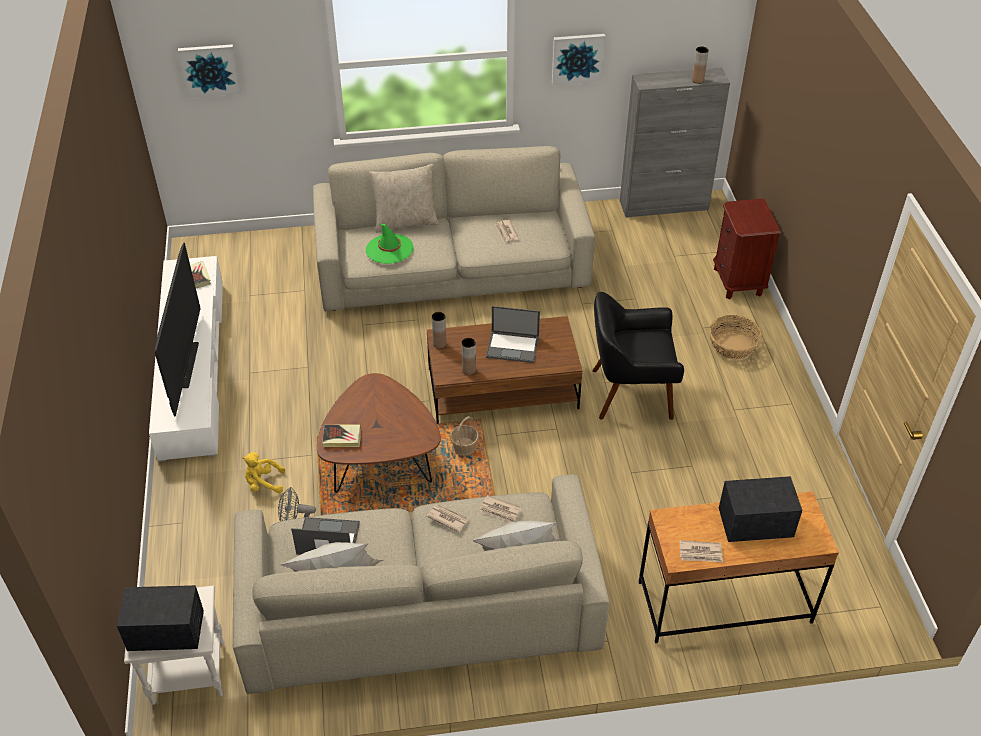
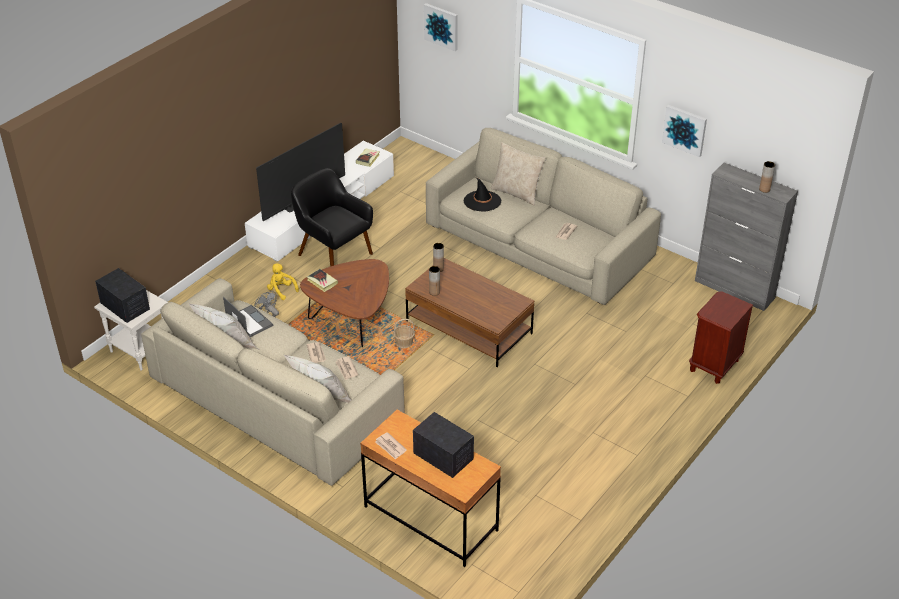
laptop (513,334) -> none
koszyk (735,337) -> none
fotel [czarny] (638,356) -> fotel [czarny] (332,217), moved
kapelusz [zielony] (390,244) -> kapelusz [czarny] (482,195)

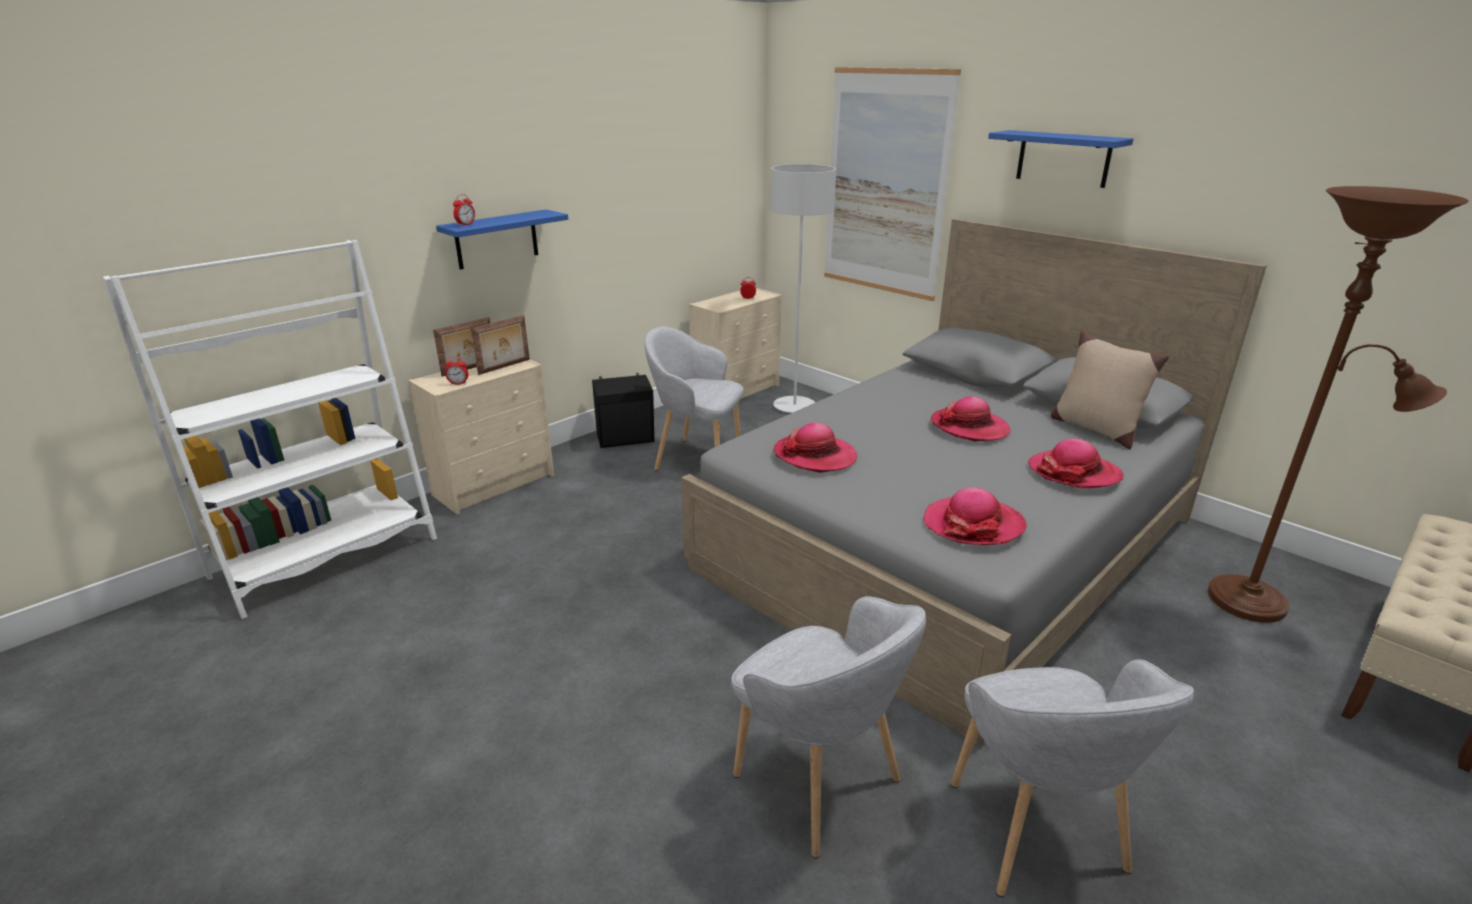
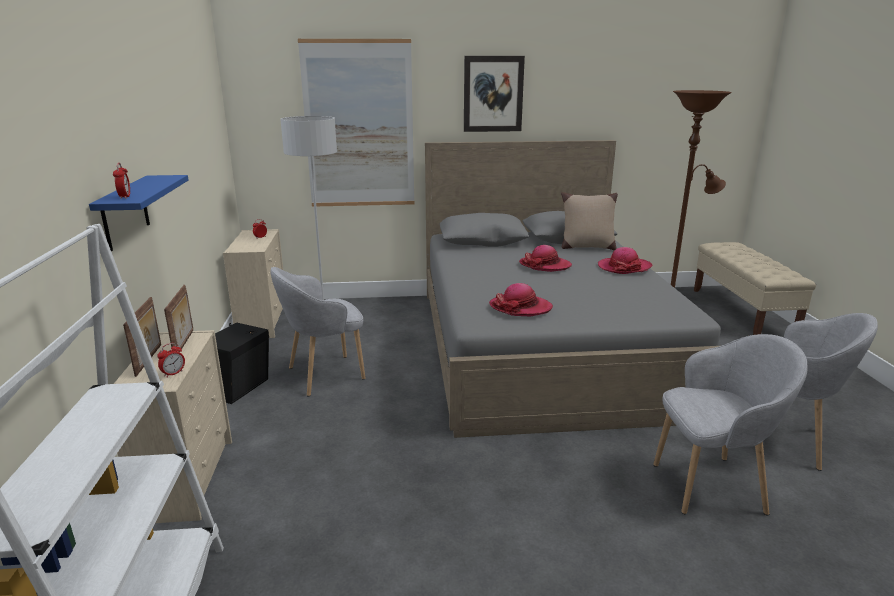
kapelusz (975,516) -> none
półka [niebieski] (1060,159) -> obraz (494,94)

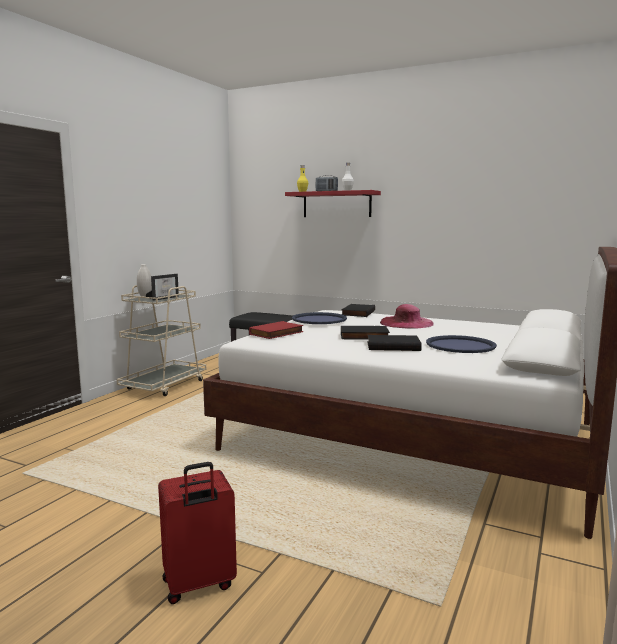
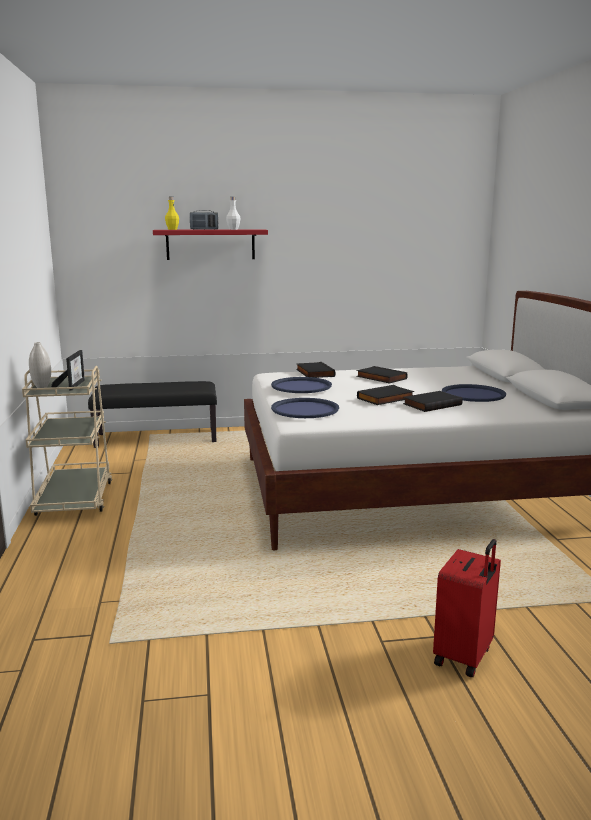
książka [czerwony] (276,330) -> taca [niebieski] (305,408)
kapelusz [różowy] (407,316) -> książka [czarny] (382,375)

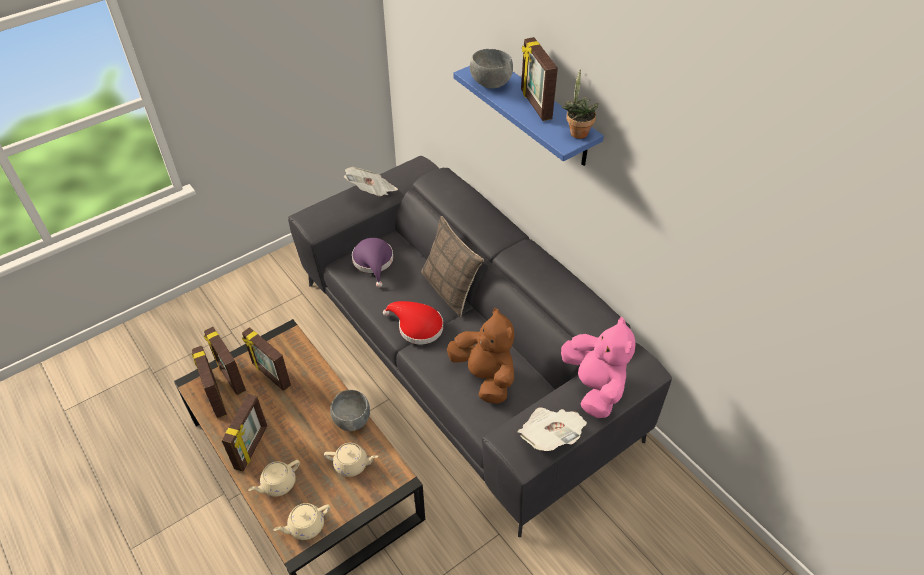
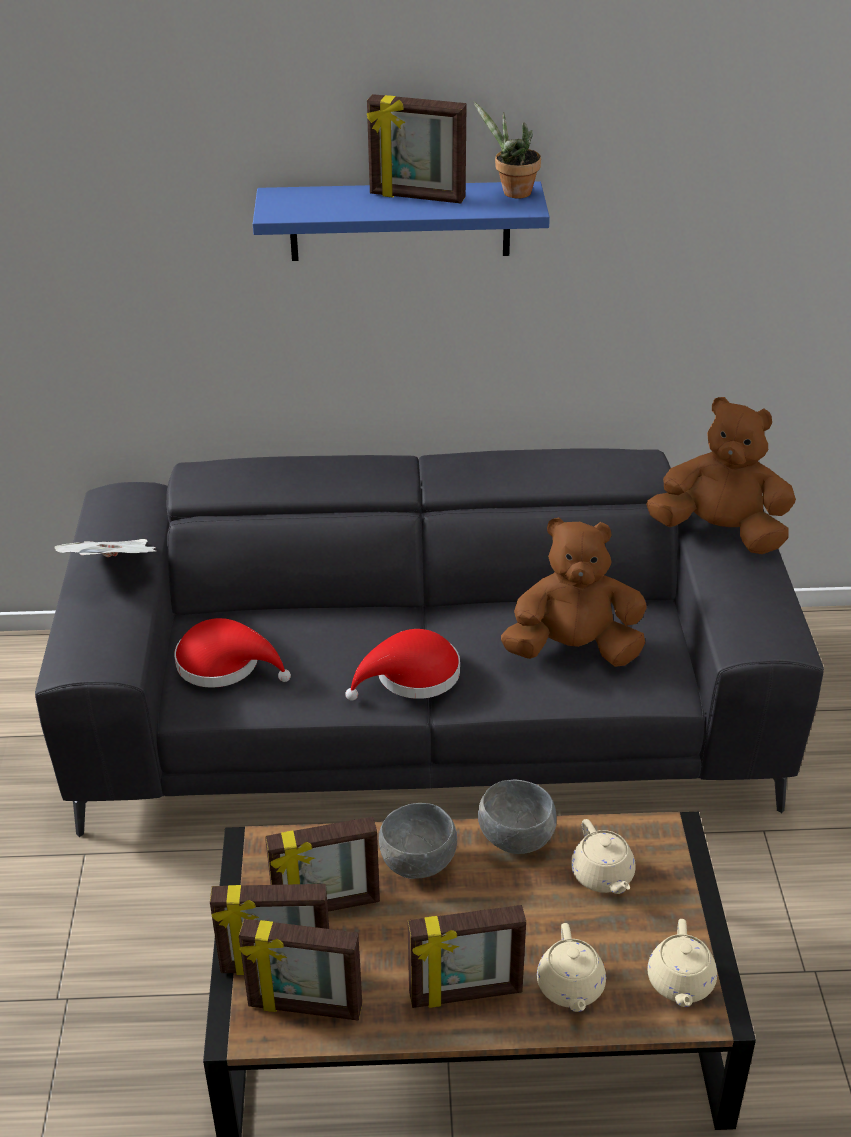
poduszka (452,266) -> none
gazeta (552,429) -> none
miska [szary] (491,69) -> miska [szary] (418,841), moved
kapelusz [fioletowy] (372,263) -> kapelusz [czerwony] (232,653)
pluszak [różowy] (598,367) -> pluszak [brązowy] (721,475)
ramka na zdjęcie (244,432) -> ramka na zdjęcie (466,956), 120 degrees clockwise
imbryk [beżowy] (351,460) -> imbryk [beżowy] (603,856), 120 degrees clockwise

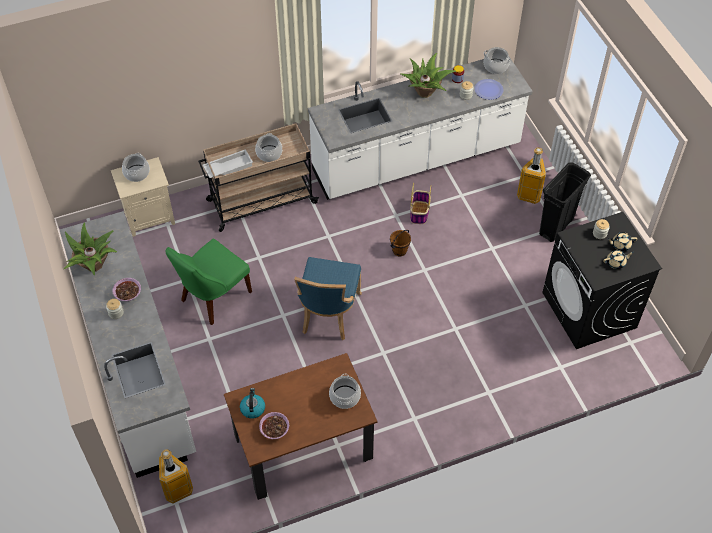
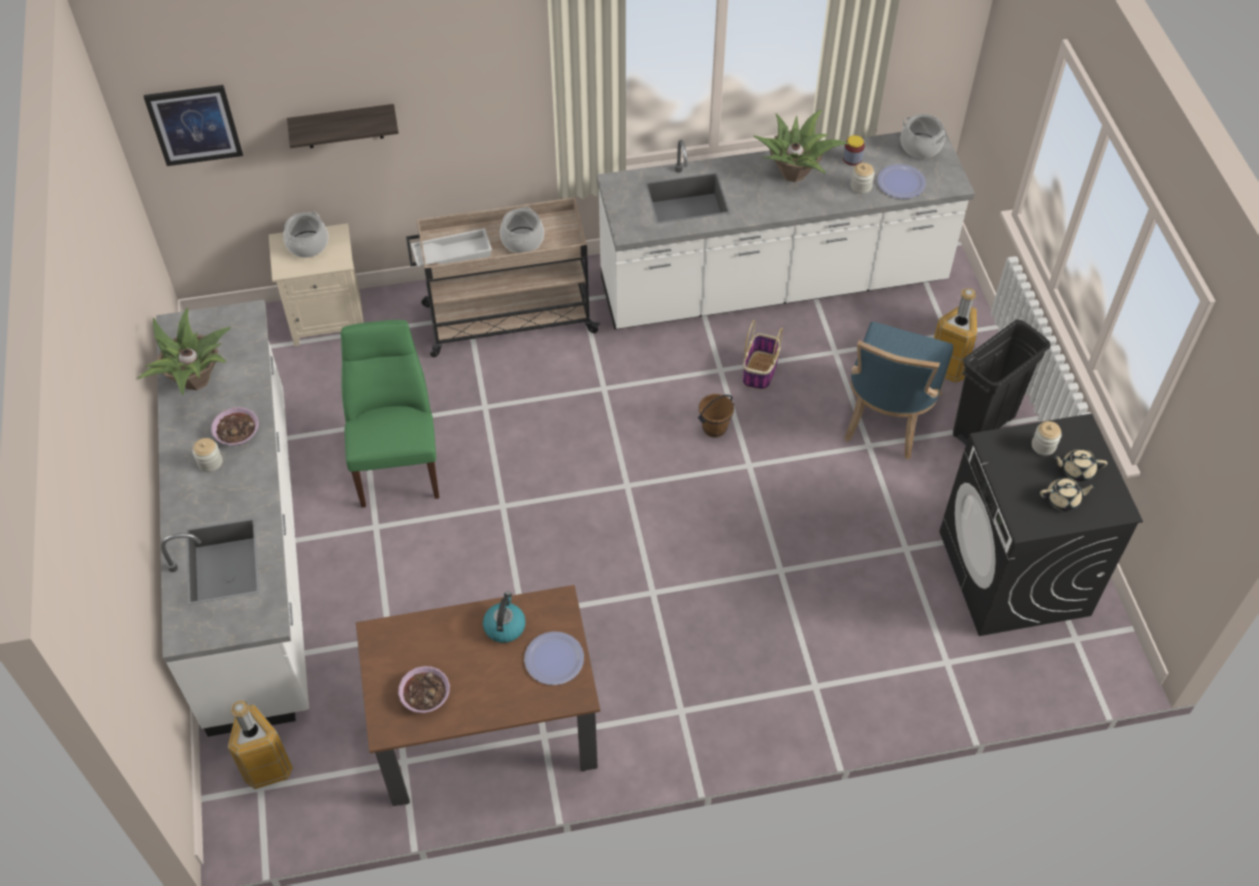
none -> obraz (193,125)
none -> półka (343,126)
czajnik (252,403) -> czajnik (504,617), moved
krzesło [niebieski] (328,298) -> krzesło [niebieski] (898,390), moved
garnek (345,391) -> talerz (554,658)
krzesło [zielony] (208,282) -> krzesło [zielony] (390,414), 120 degrees clockwise

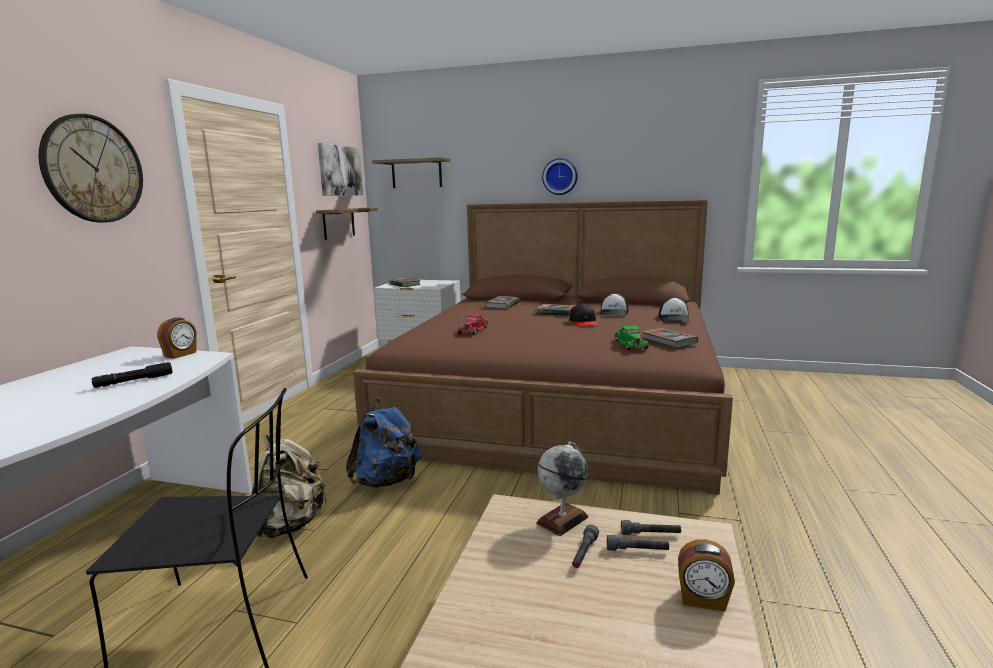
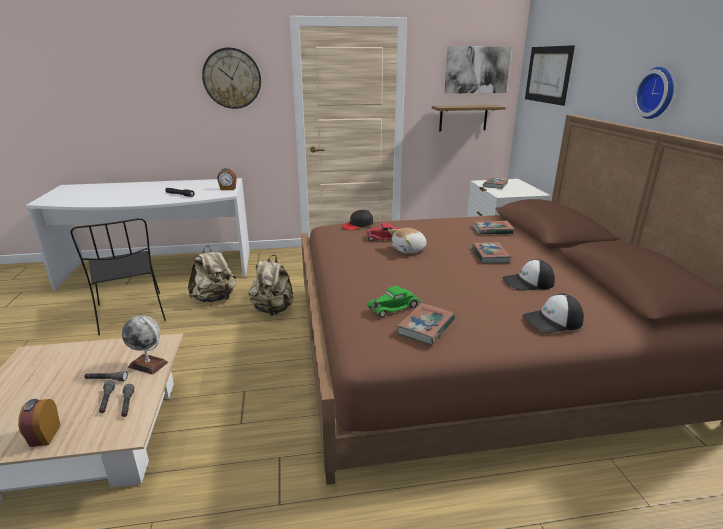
none -> pluszak (408,241)
czapka z daszkiem [czarny] (583,315) -> czapka z daszkiem [czarny] (357,219), moved
półka (411,172) -> obraz (550,75)
plecak [niebieski] (384,443) -> plecak [beżowy] (271,285)

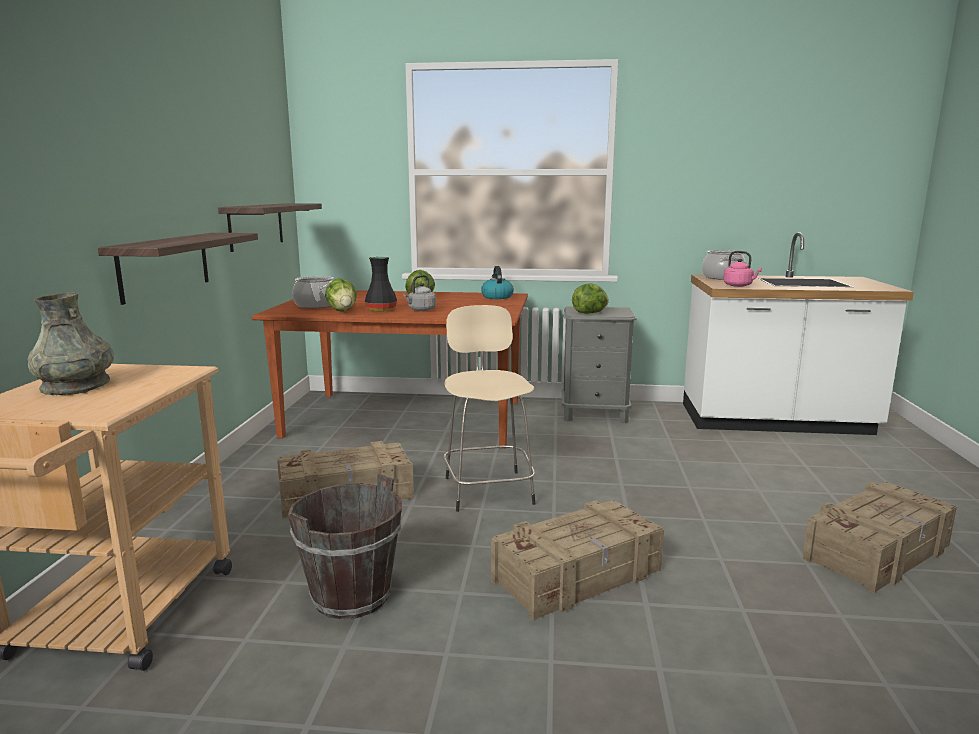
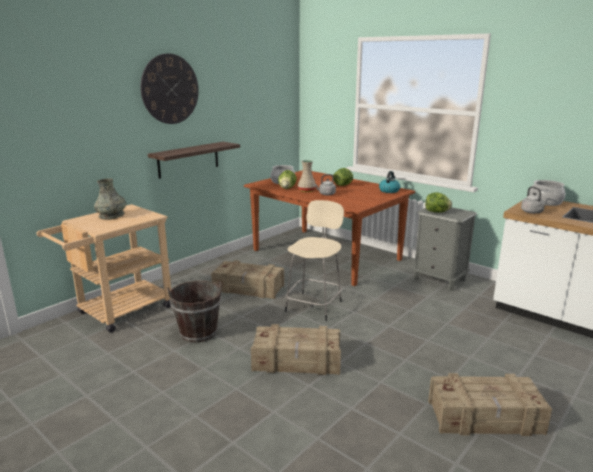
półka (270,227) -> none
none -> zegar ścienny (169,89)
wazon [czarny] (381,284) -> wazon [beżowy] (307,176)
czajnik [różowy] (742,269) -> czajnik [szary] (533,200)

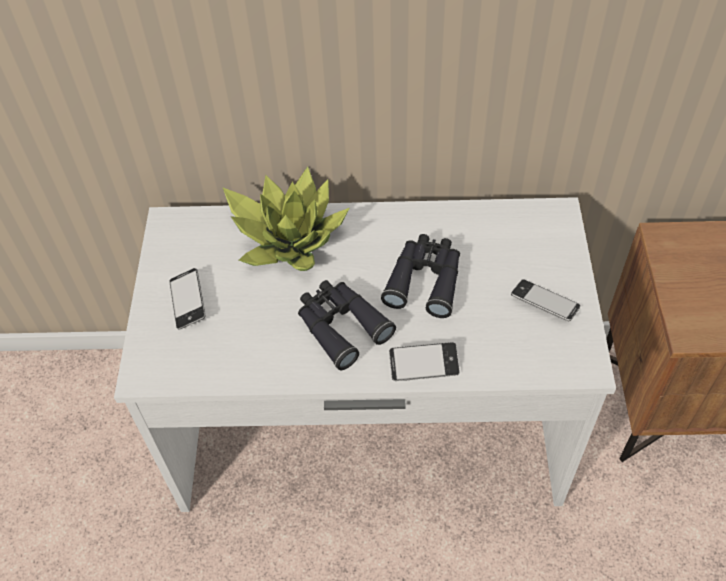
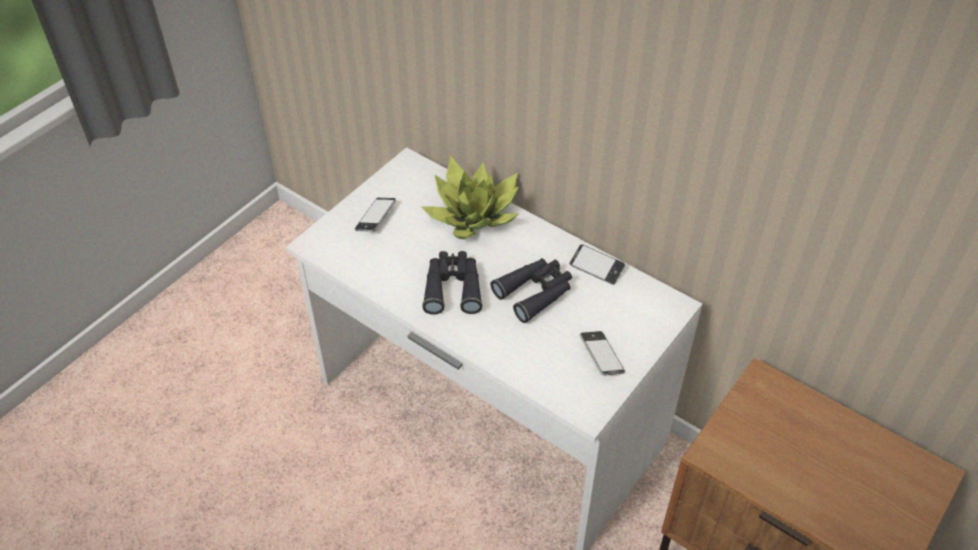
telefon (424,361) -> telefon (597,264), moved

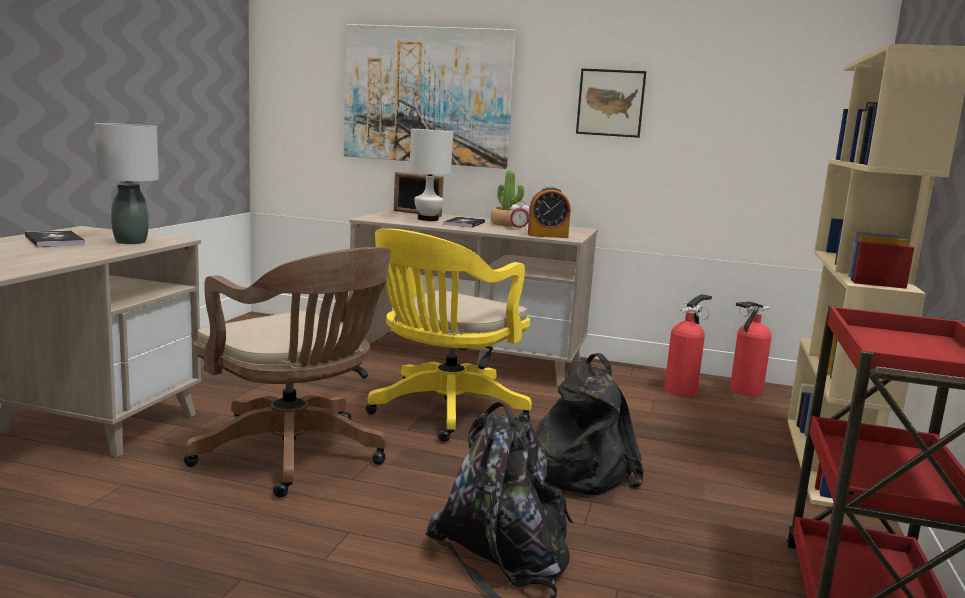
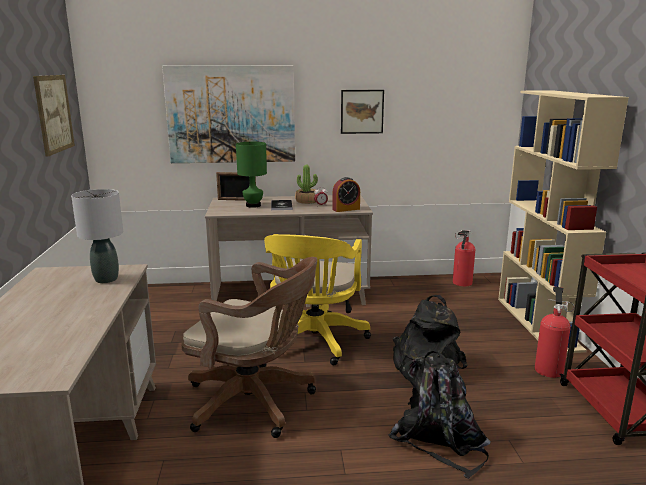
książka (55,238) -> none
none -> obraz (54,116)
gaśnica (688,345) -> gaśnica (555,332), moved
lampa stołowa [biały] (431,175) -> lampa stołowa [zielony] (251,175)

